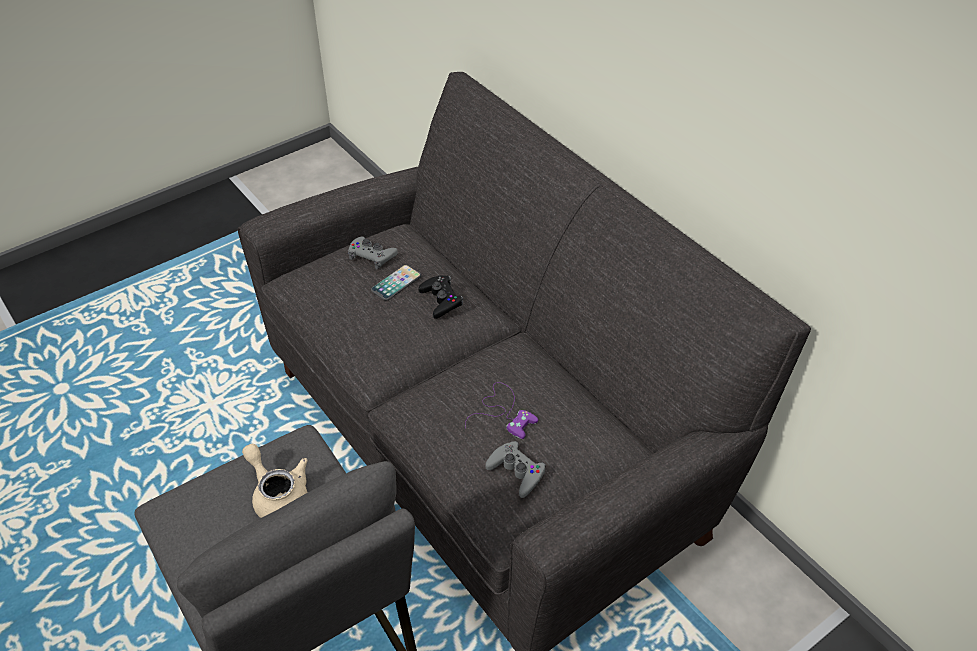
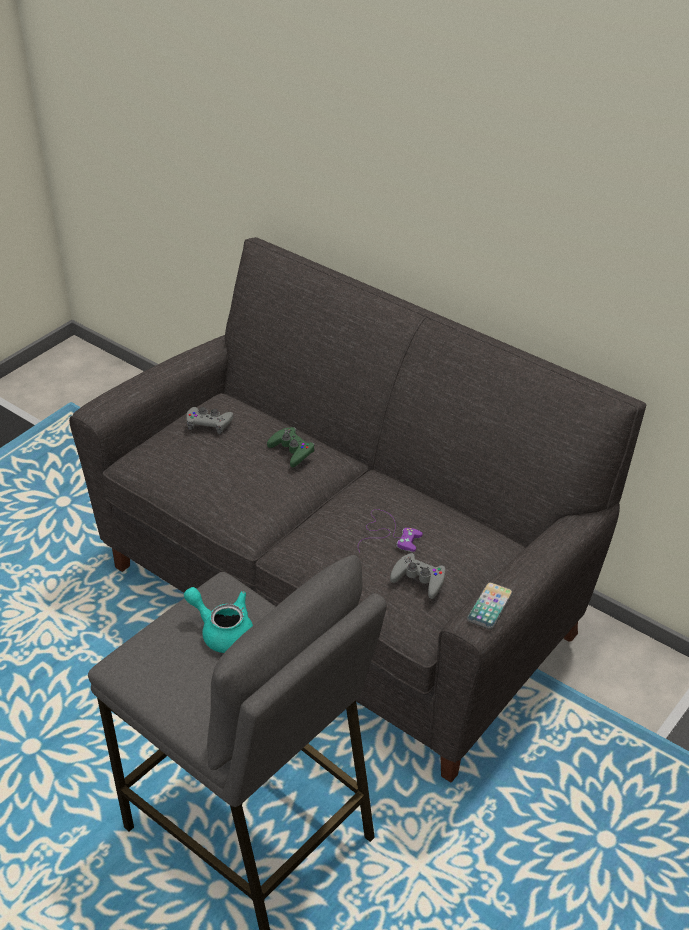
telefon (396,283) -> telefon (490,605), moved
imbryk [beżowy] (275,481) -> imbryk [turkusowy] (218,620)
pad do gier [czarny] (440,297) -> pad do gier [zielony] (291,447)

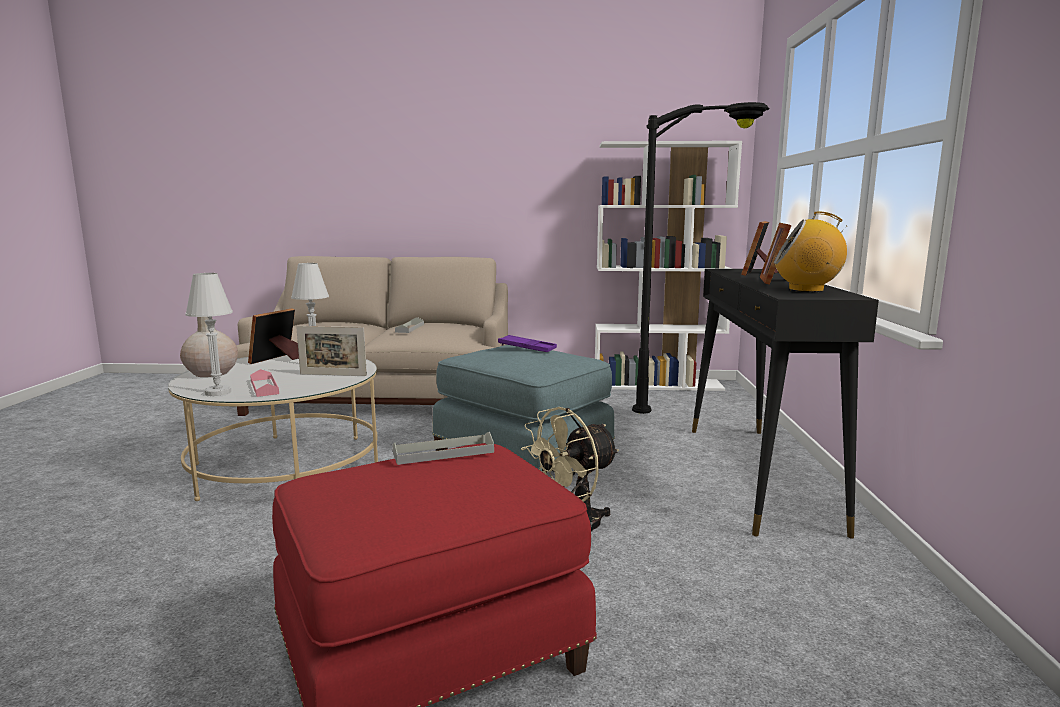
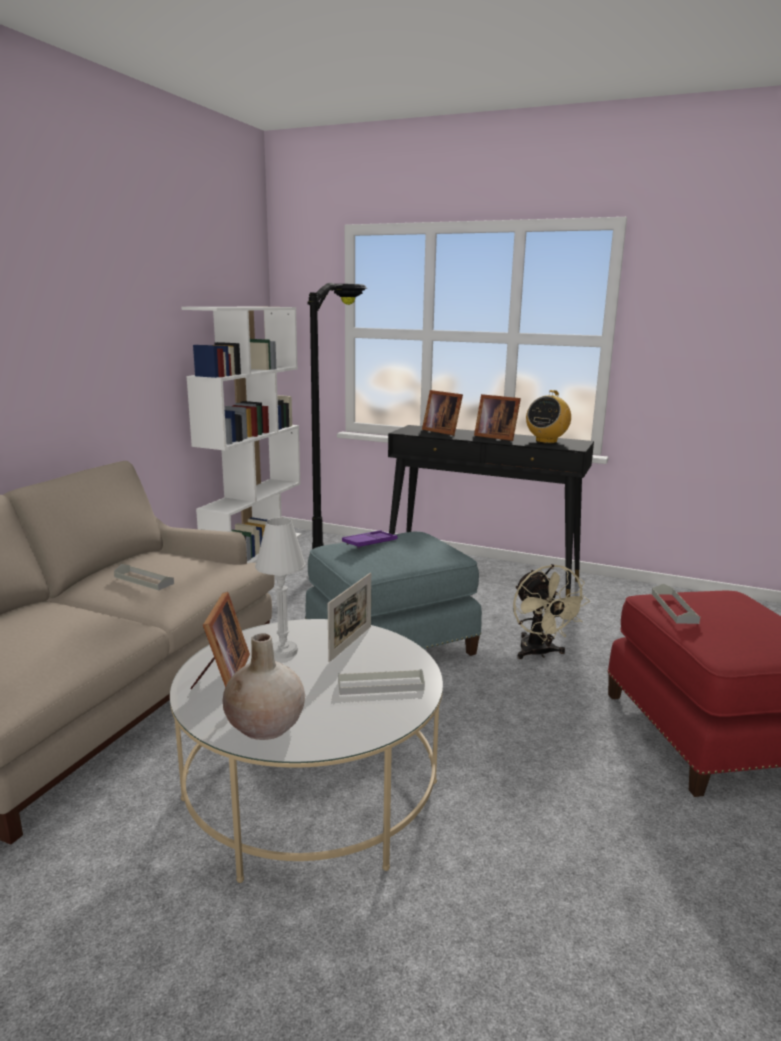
lampa stołowa [biały] (209,334) -> none
taca [różowy] (264,383) -> taca [szary] (381,682)
ramka na zdjęcie (273,336) -> ramka na zdjęcie (220,640), 135 degrees counterclockwise

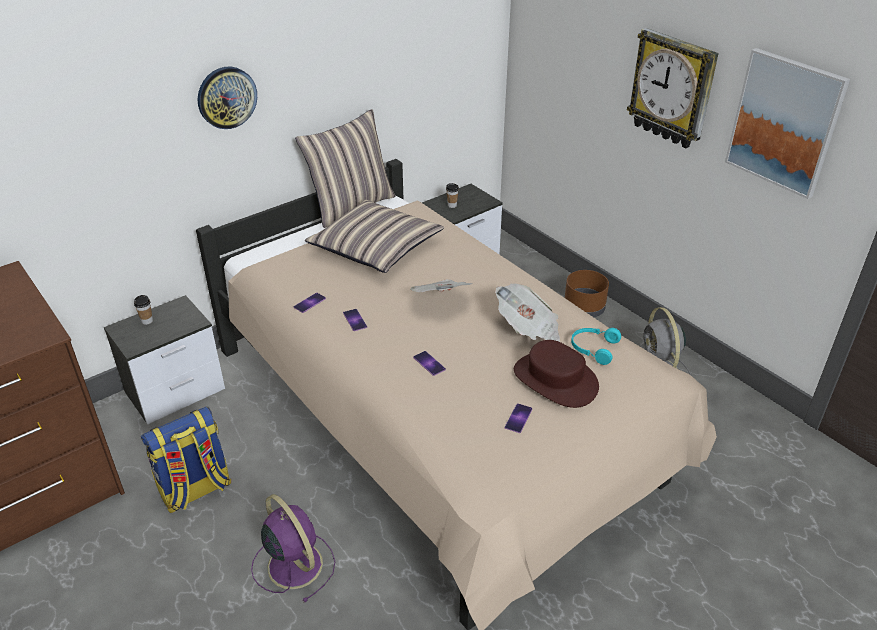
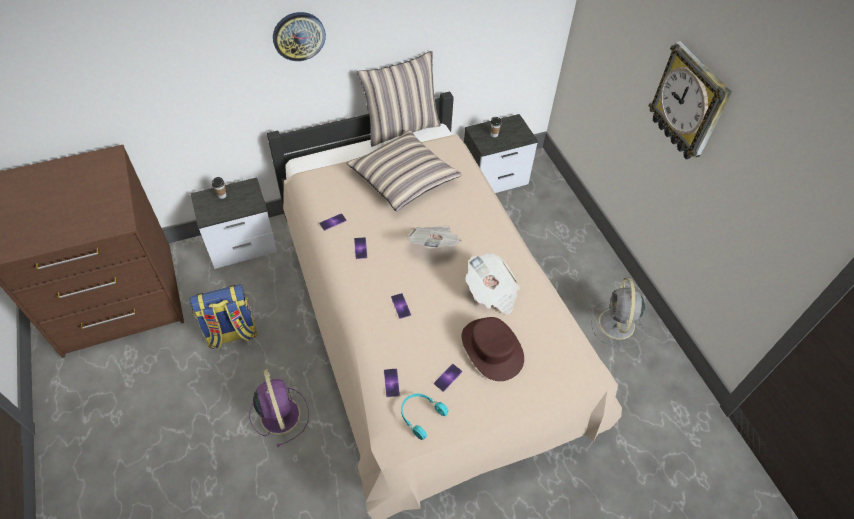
donica [brązowy] (587,293) -> none
obraz (787,123) -> none
none -> telefon (392,383)
słuchawki [turkusowy] (596,346) -> słuchawki [turkusowy] (425,417), moved

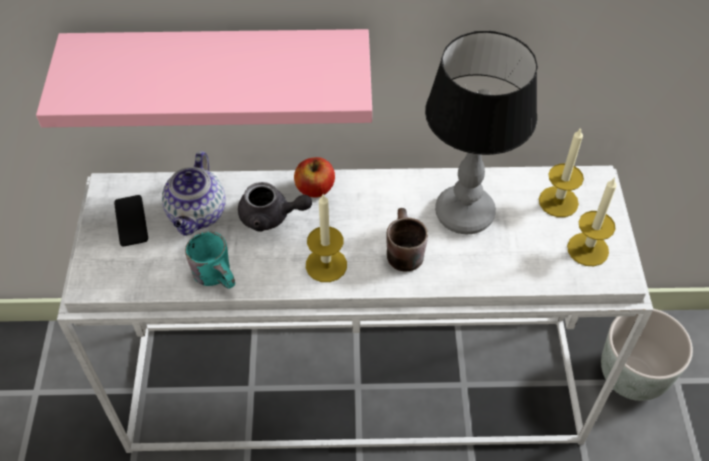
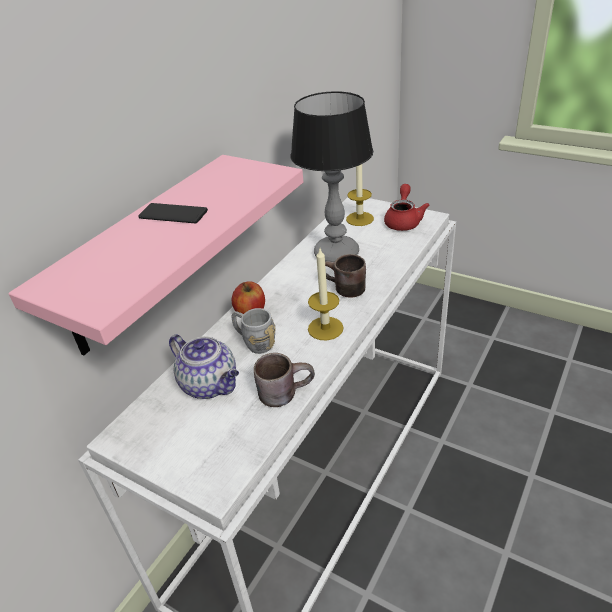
donica [szary] (647,355) -> none
telefon (131,221) -> telefon (173,213), moved
imbryk [szary] (275,207) -> kubek [szary] (254,331)
świeca (592,221) -> imbryk [czerwony] (406,207)
kubek [turkusowy] (210,260) -> kubek [brązowy] (284,380)

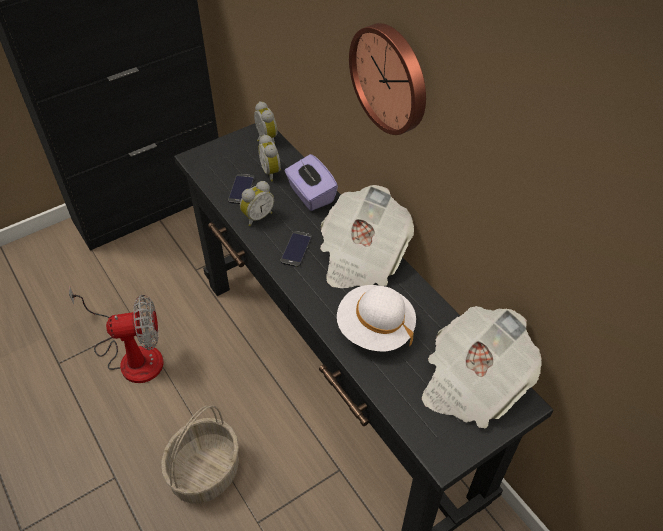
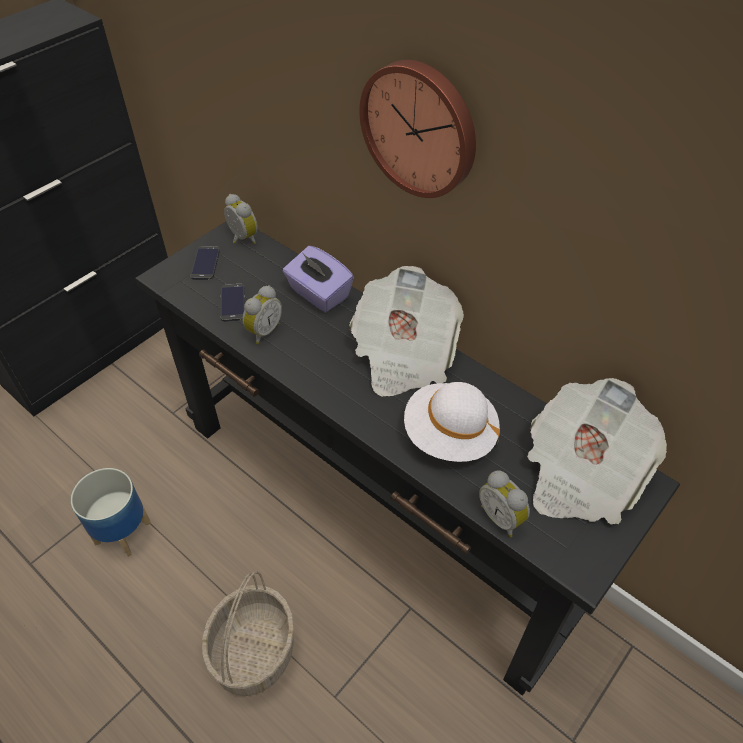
budzik (269,157) -> budzik (504,504), moved
telefon (296,249) -> telefon (205,263), moved
wentylator (116,334) -> donica (111,512)

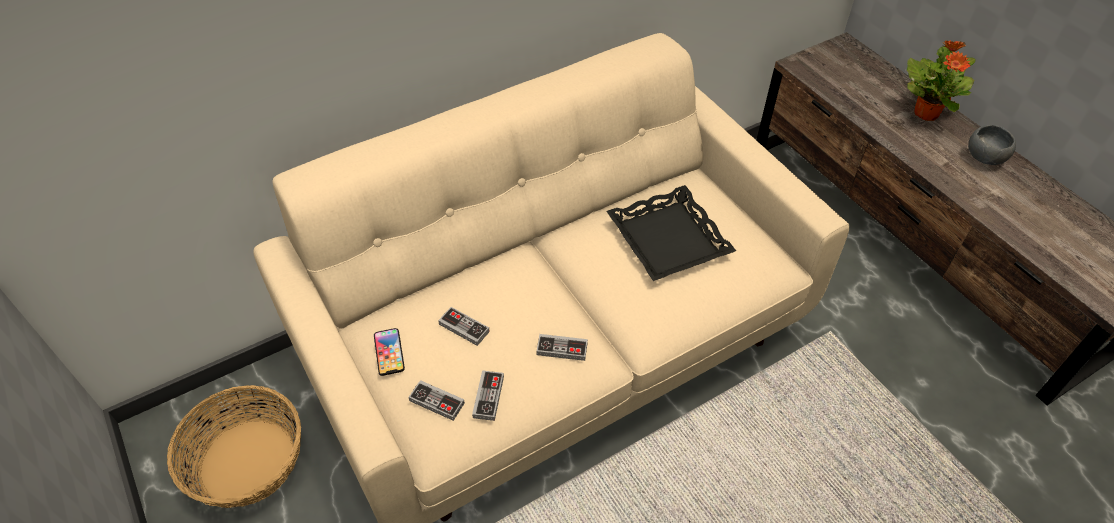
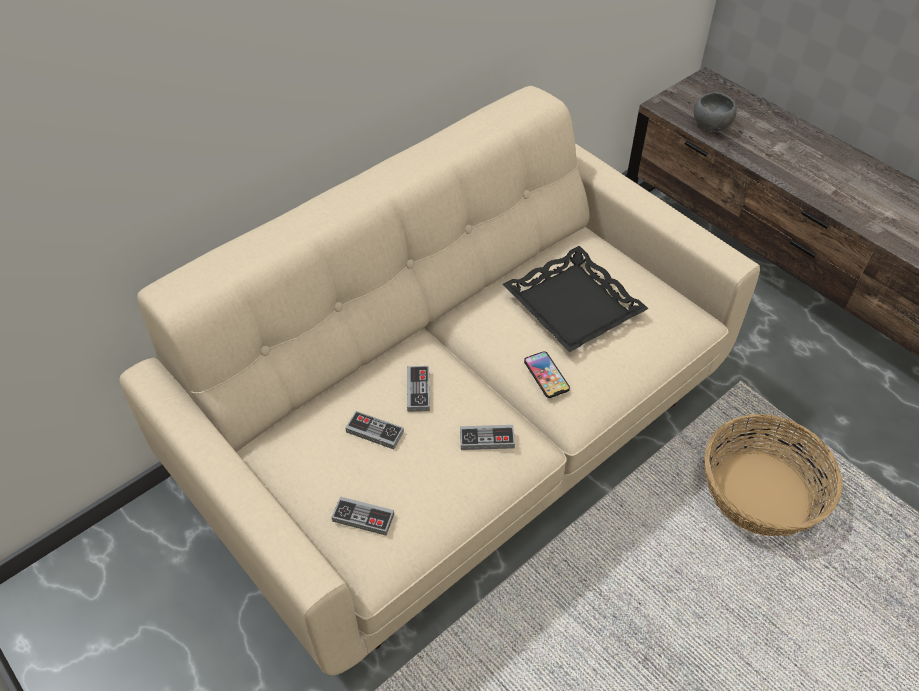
roślina doniczkowa (941,80) -> none
koszyk (234,446) -> koszyk (773,475), moved
telefon (389,352) -> telefon (547,374), moved
pad do gier (488,395) -> pad do gier (418,389), moved
miska [szary] (992,145) -> miska [szary] (715,111), moved

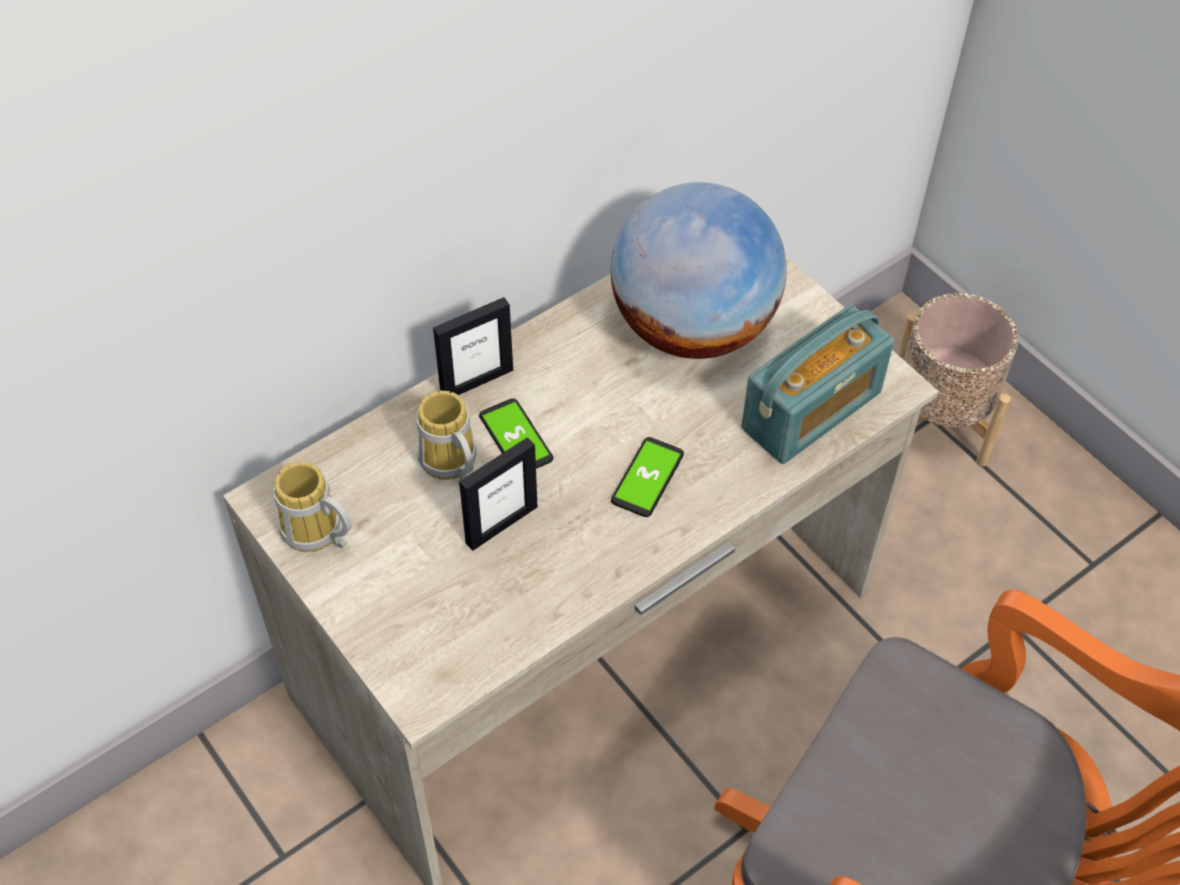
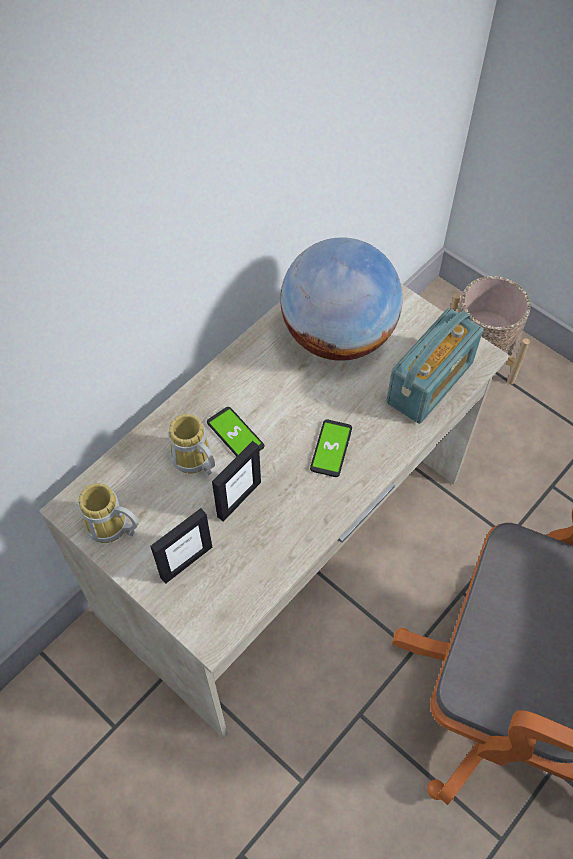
ramka na zdjęcie (473,346) -> ramka na zdjęcie (181,546), moved

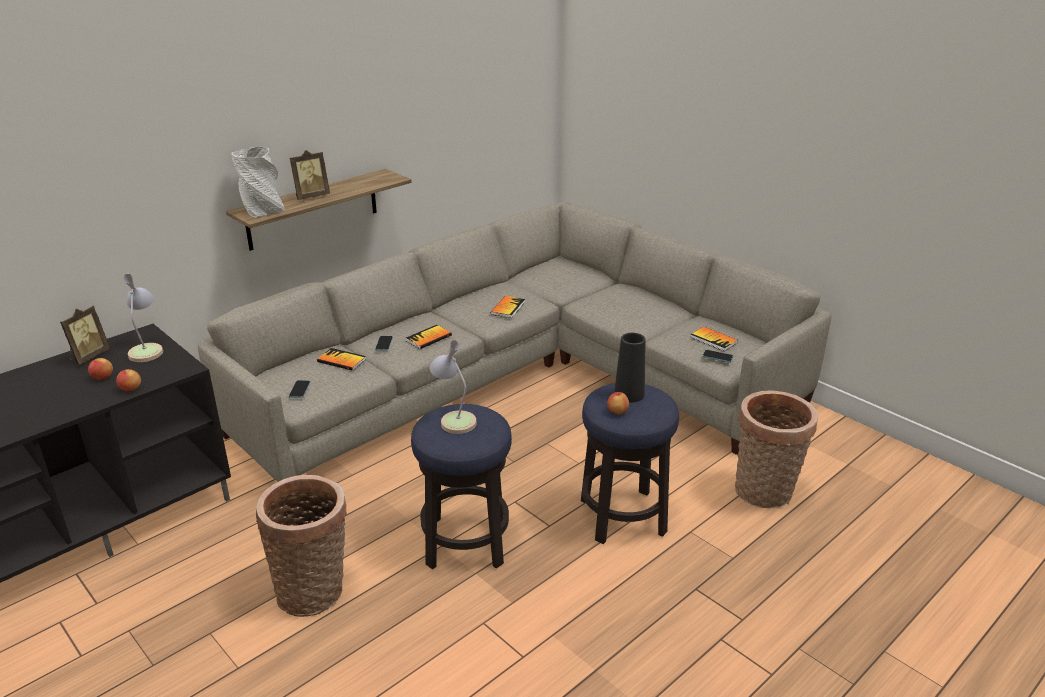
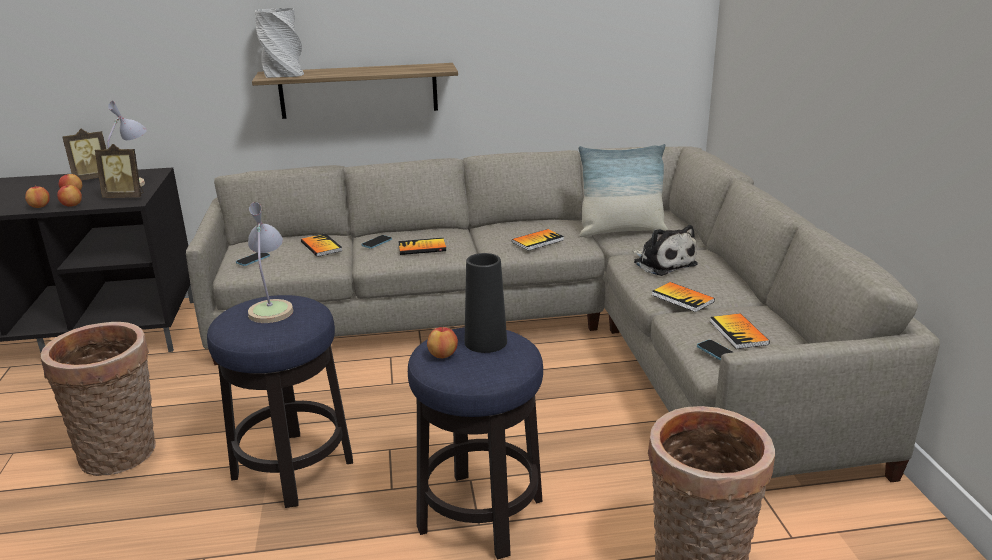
none -> jabłko (37,197)
none -> poduszka (623,190)
none -> pluszak (665,250)
none -> książka (683,297)
ramka na zdjęcie (310,175) -> ramka na zdjęcie (119,171), moved

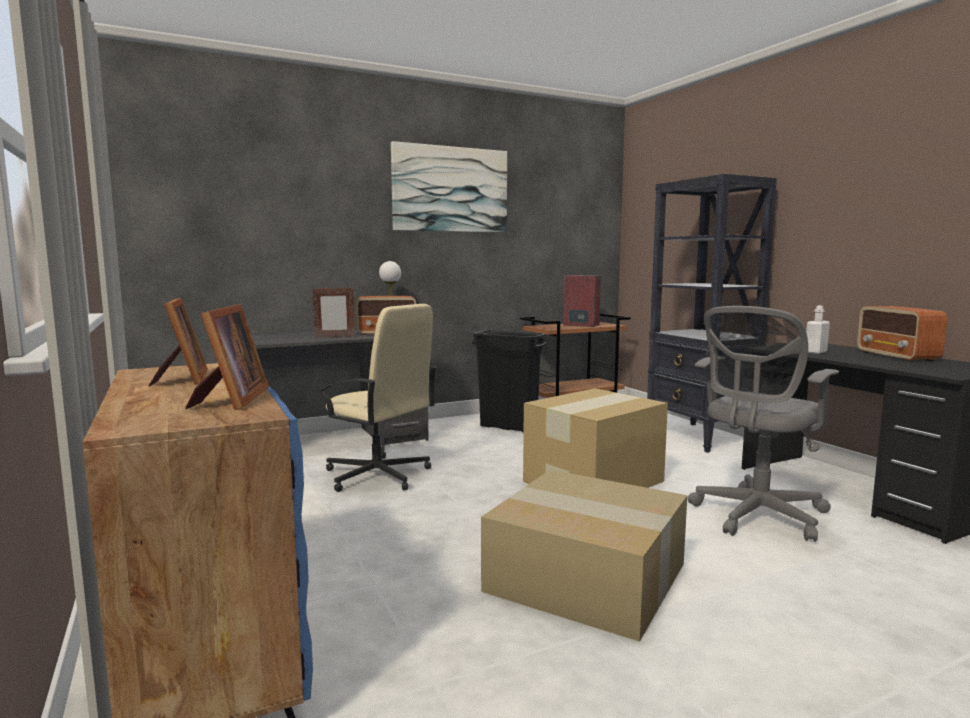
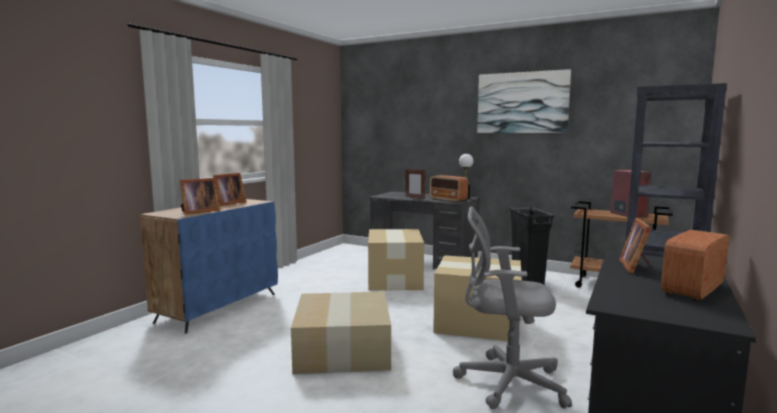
krzesło biurowe [beżowy] (378,398) -> karton (396,260)
butelka [biały] (818,330) -> ramka na zdjęcie (635,246)

